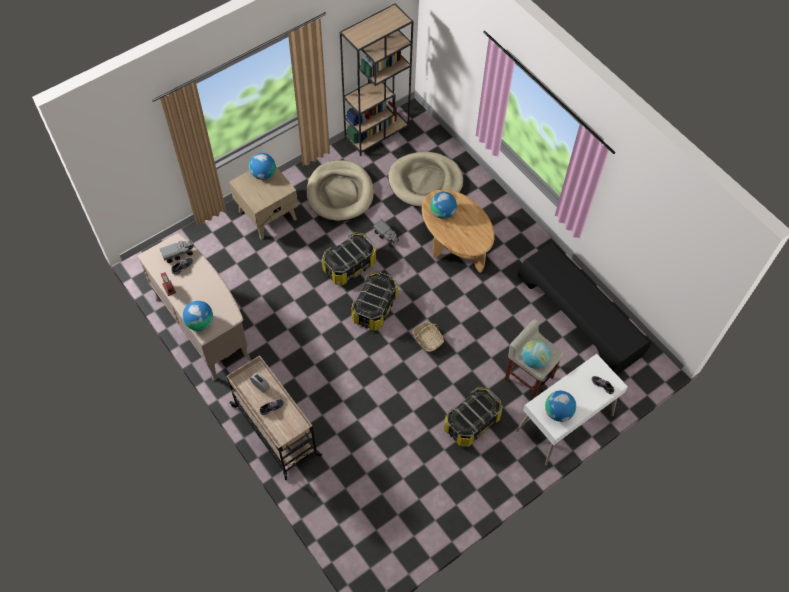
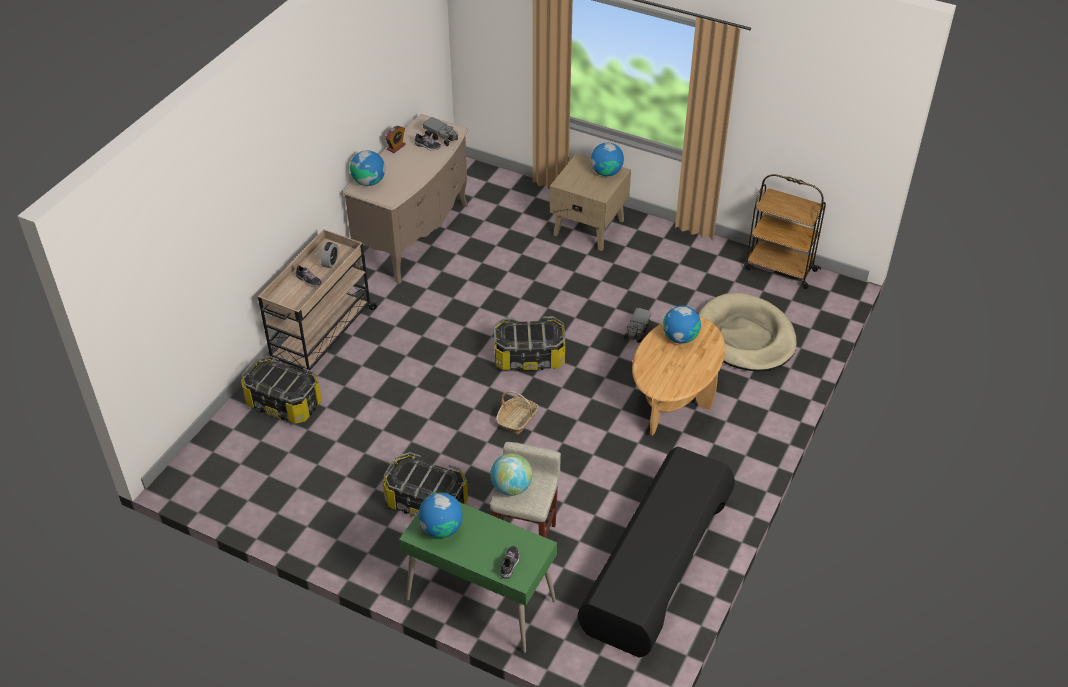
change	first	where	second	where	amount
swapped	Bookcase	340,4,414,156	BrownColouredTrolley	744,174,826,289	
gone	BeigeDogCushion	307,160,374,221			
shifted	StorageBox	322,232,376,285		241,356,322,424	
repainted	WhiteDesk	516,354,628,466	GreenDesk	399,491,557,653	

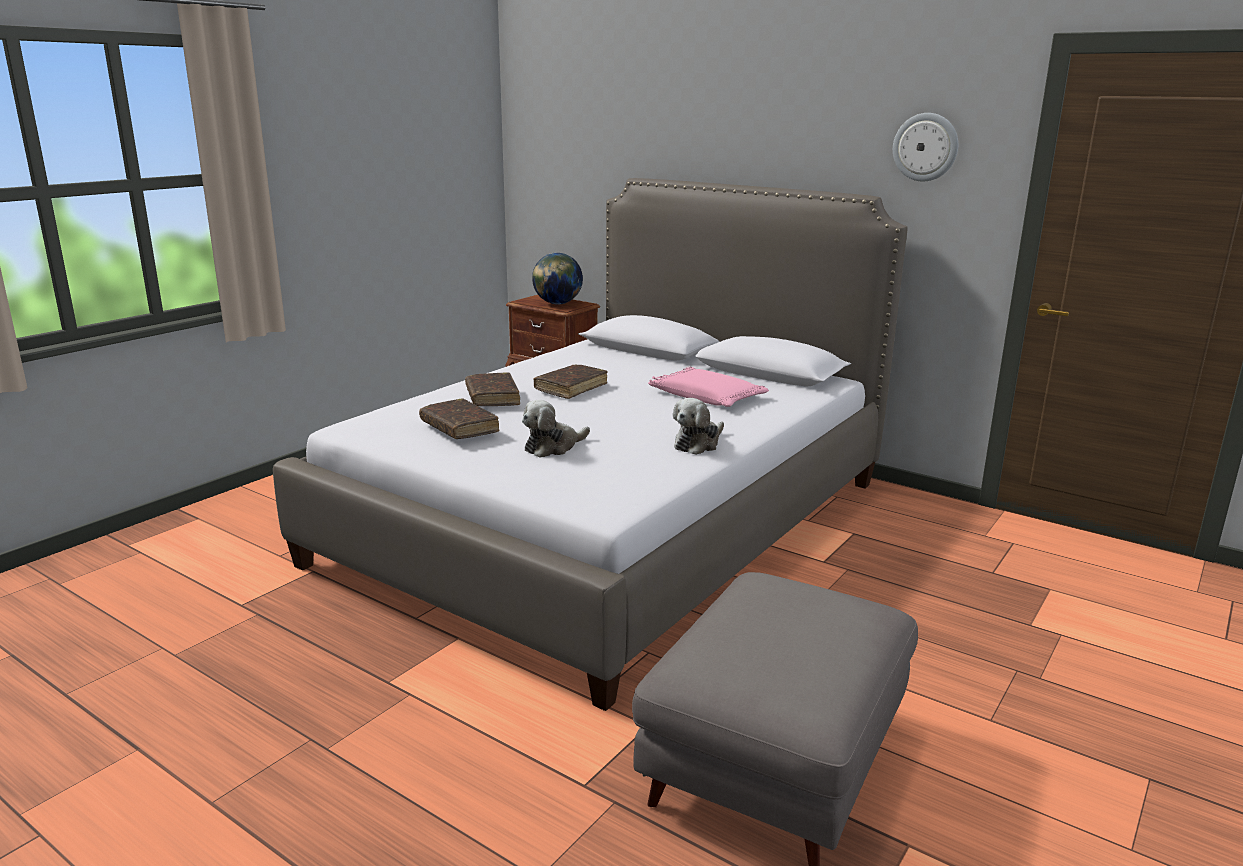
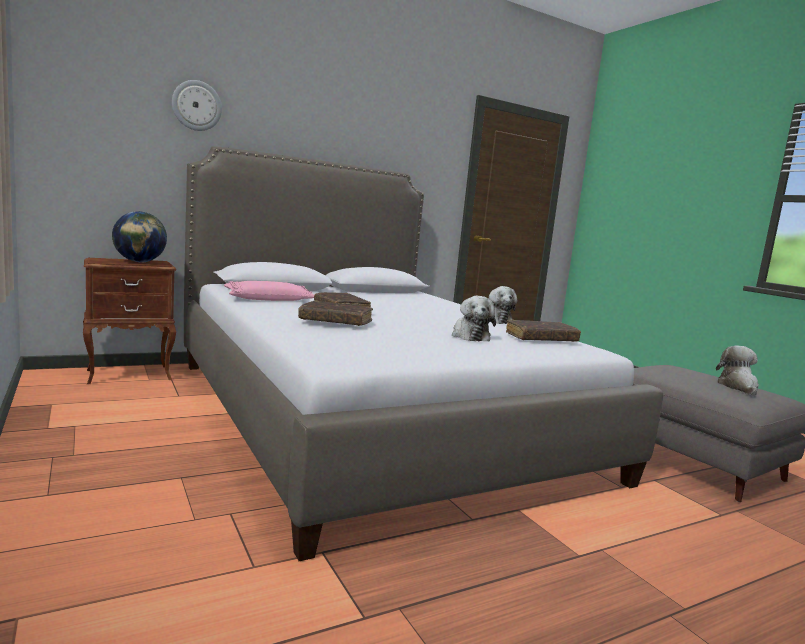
change	first	where	second	where	amount
shifted	HangingClock	893,113,958,181		172,80,222,131	
shifted	PinkPillow	648,367,769,407		224,281,314,301	
shifted	BrownColouredVolume	419,398,499,439		506,319,581,342	
new			SoftToy	716,345,759,396	

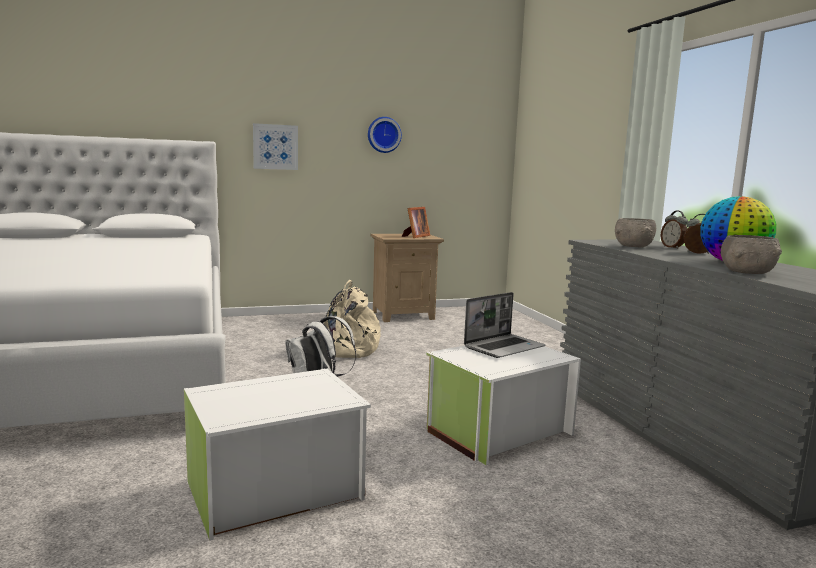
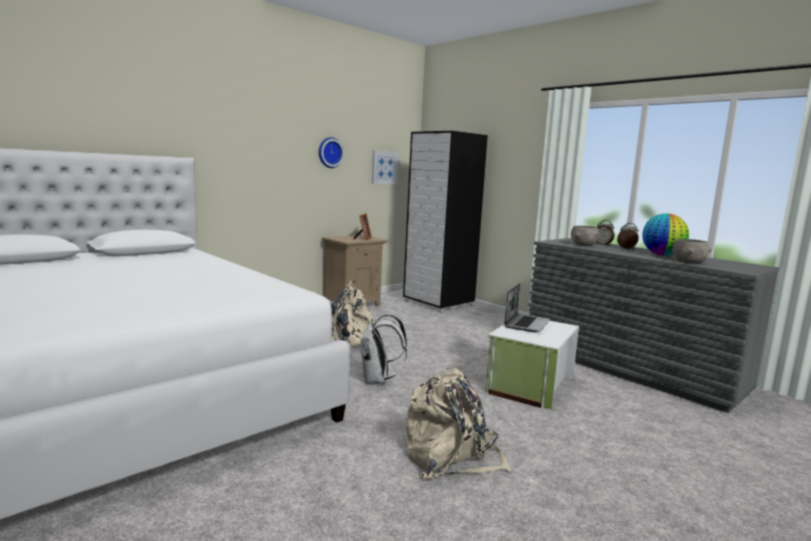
change	first	where	second	where	amount
shifted	Picture	253,123,298,170		372,150,399,184	
swapped	WhiteStorageBox	184,369,371,541	BeigeRucksack	405,367,511,480	
new			Armoire	403,131,488,313	

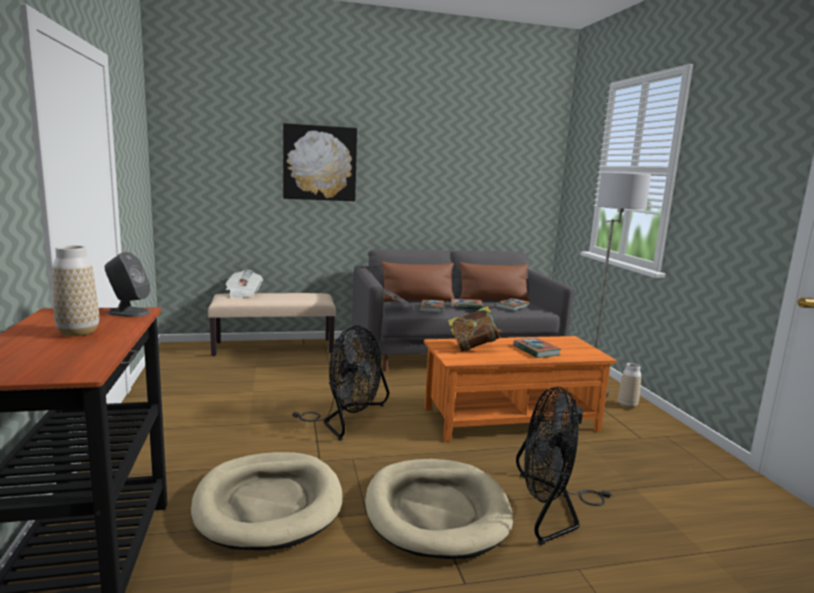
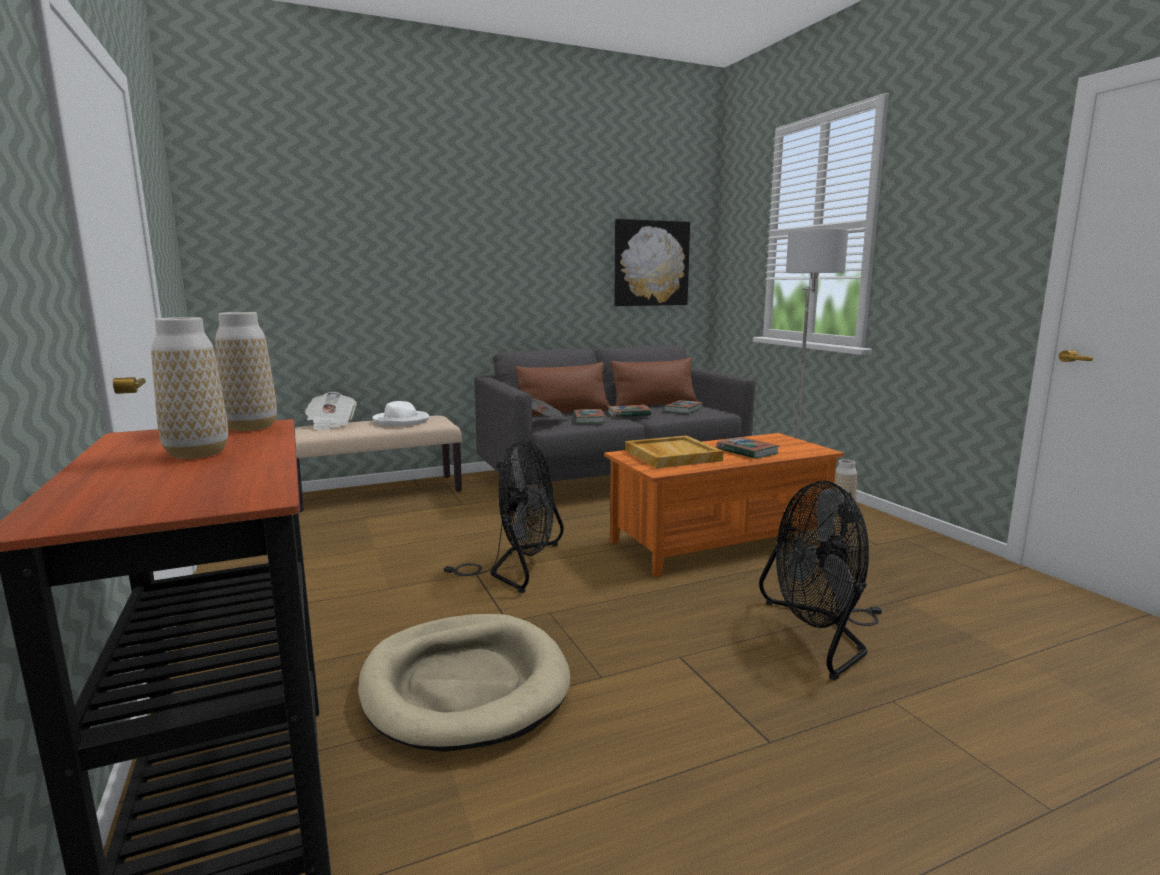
change	first	where	second	where	amount
shifted	Picture	283,123,357,201		614,219,690,306	
swapped	GreyishSpeaker	104,252,151,317	FlowerVase	215,312,277,431	
swapped	Volume	448,306,503,352	BeigeTray	625,435,724,468	
gone	BeigeDogCushion	365,459,513,559			
new			WhiteHat	372,401,429,426	

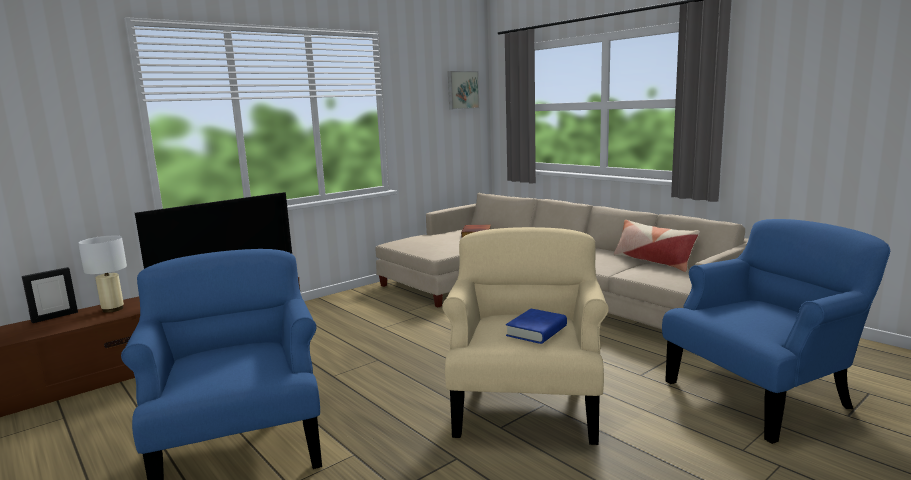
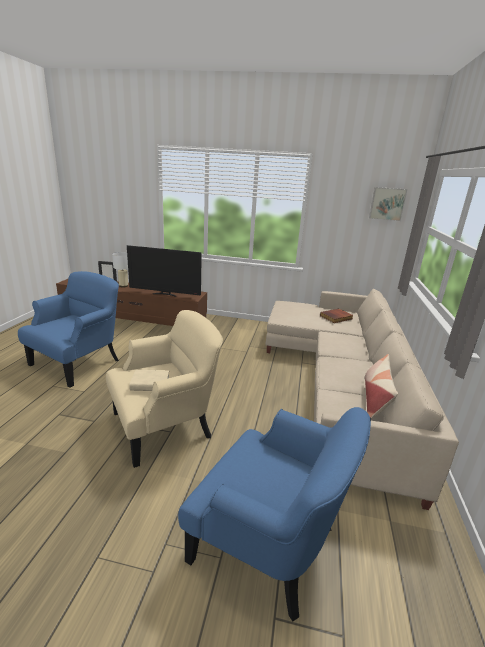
change	first	where	second	where	amount
repainted	BluishVolume	506,309,567,344	BeigeVolume	129,370,170,391	

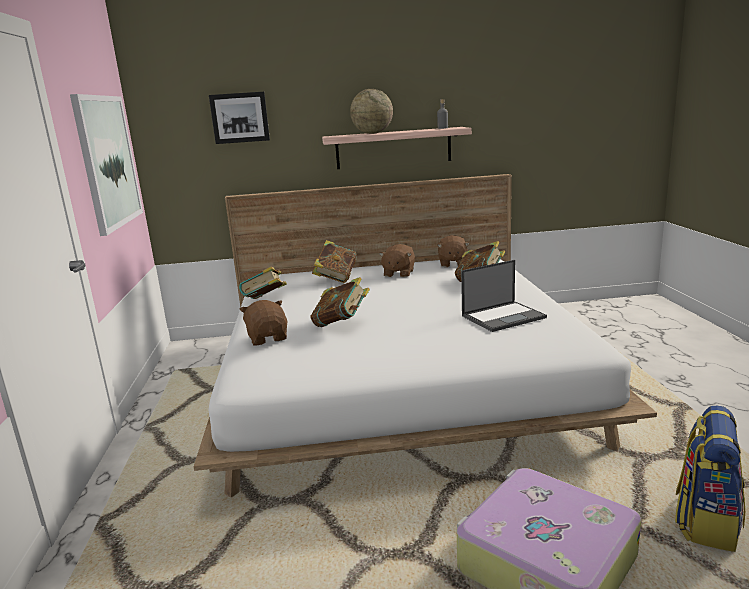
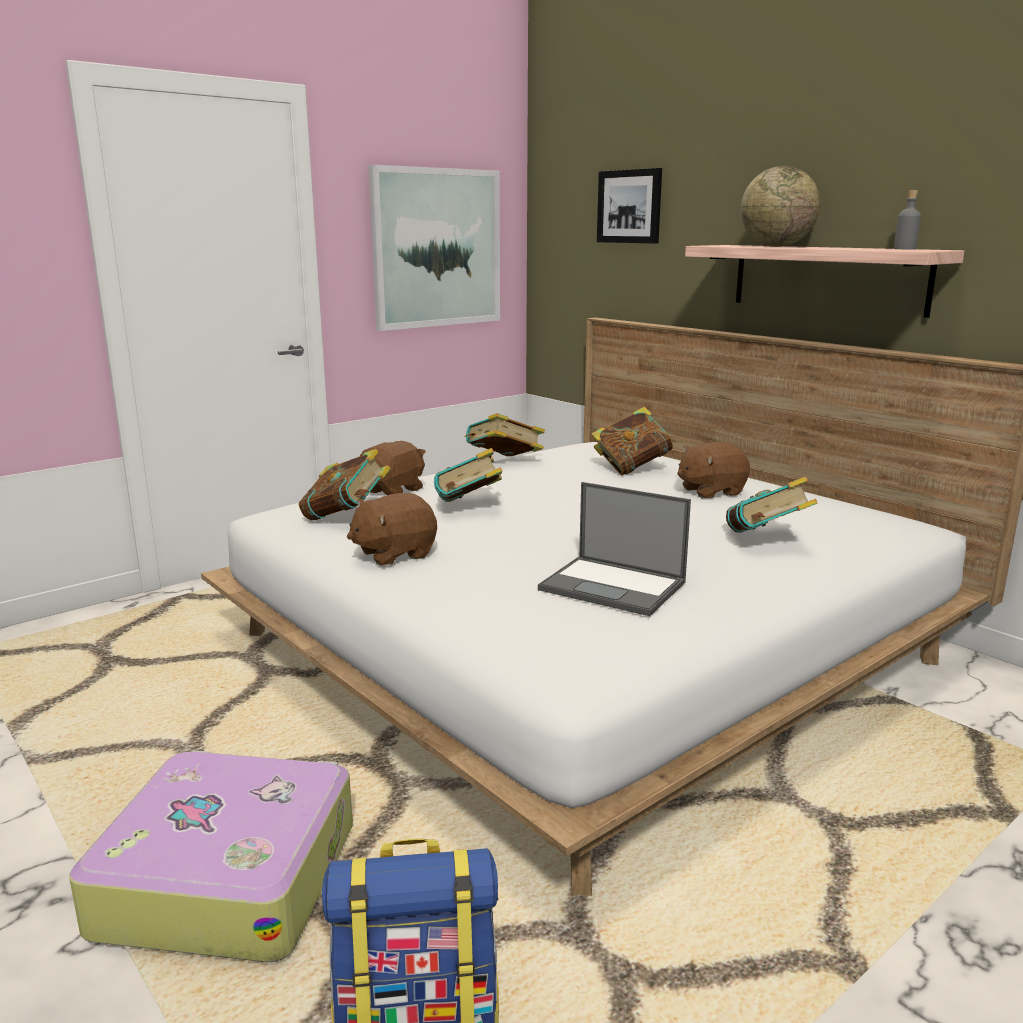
change	first	where	second	where	amount
shifted	BrownColouredSoftToy	437,235,470,267		347,493,437,566	
new			Volume	299,449,391,520	

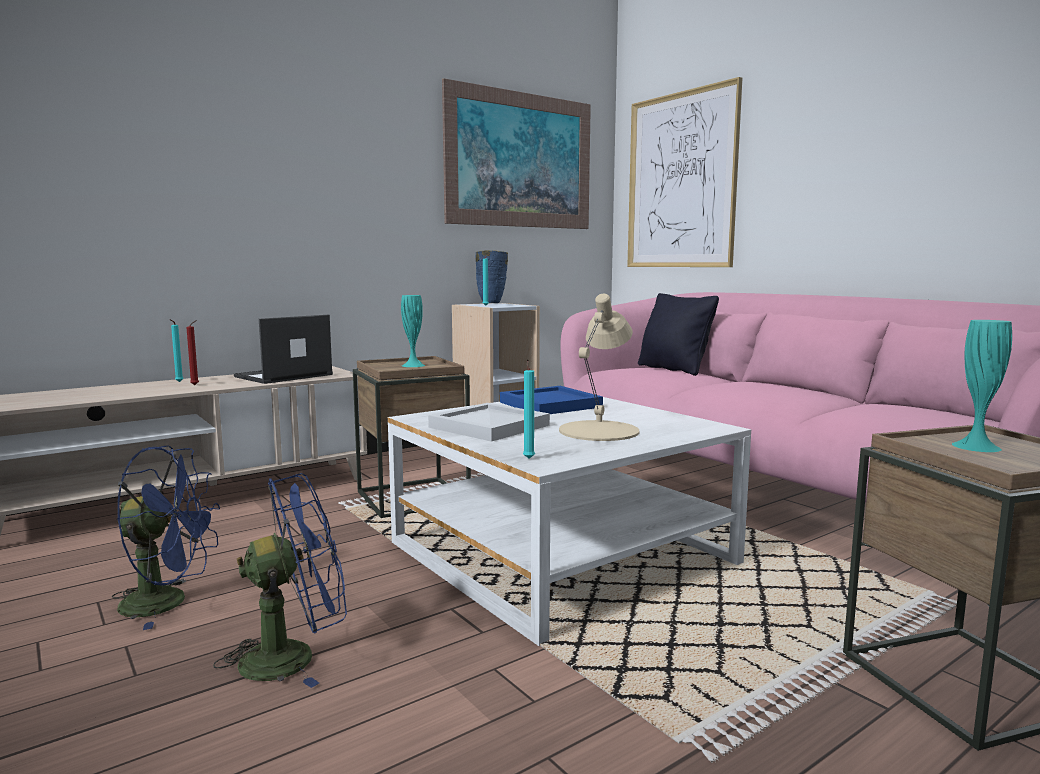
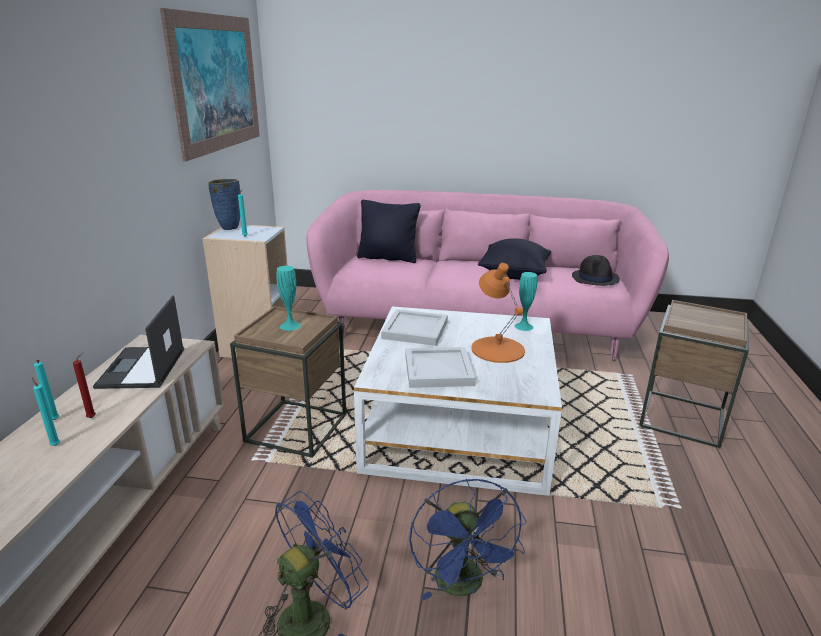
change	first	where	second	where	amount
gone	Picture	627,77,742,267			
repainted	BeigeLampForATable	559,294,639,441	OrangeColouredLampForATable	471,263,525,363	
shifted	TurquoiseColouredFlowerVase	952,320,1012,452		515,272,537,331	
shifted	TurquoiseColouredWaxCandle	523,360,535,459		32,377,60,446	
repainted	BluishTray	500,386,603,414	WhiteTray	381,309,448,346	
rotated	BluishElectricFan	213,473,347,688		409,479,526,600	150 degrees clockwise
new			BlackColouredPillow	478,238,551,280	
new			BlackColouredHat	572,255,620,286	

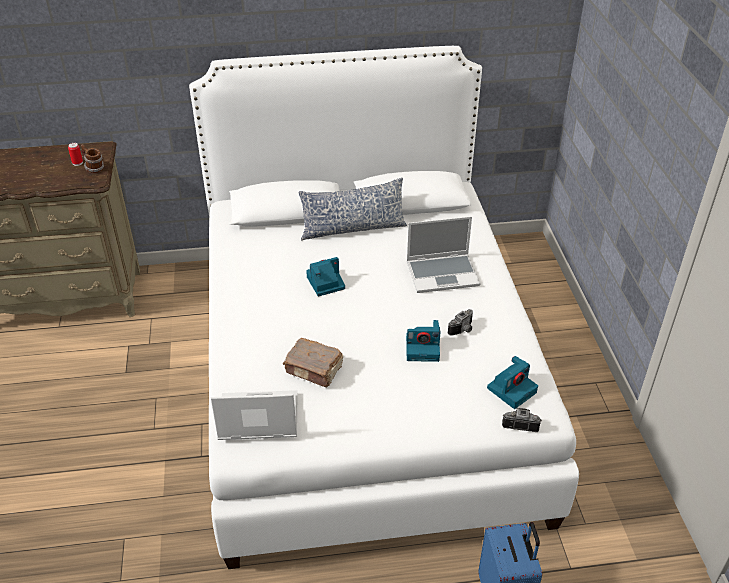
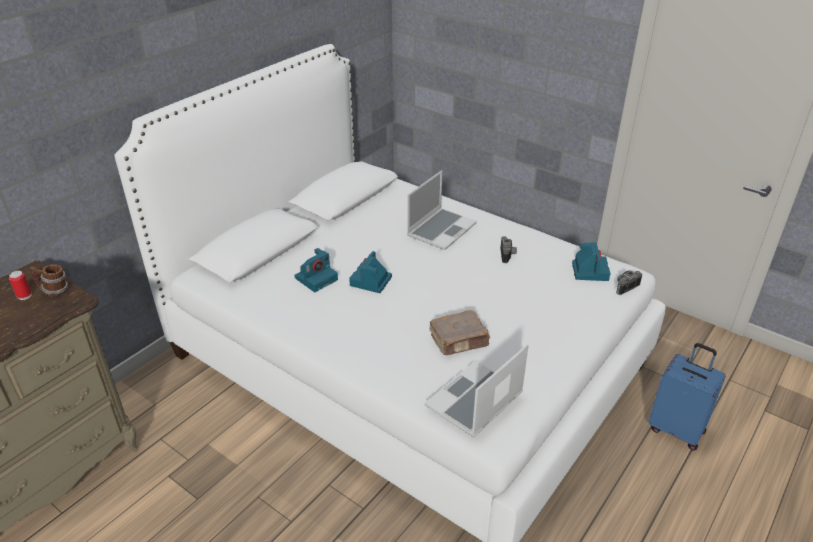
change	first	where	second	where	amount
gone	Pillow	299,178,407,241			
shifted	PhotoCamera	406,320,440,362		295,248,338,292	

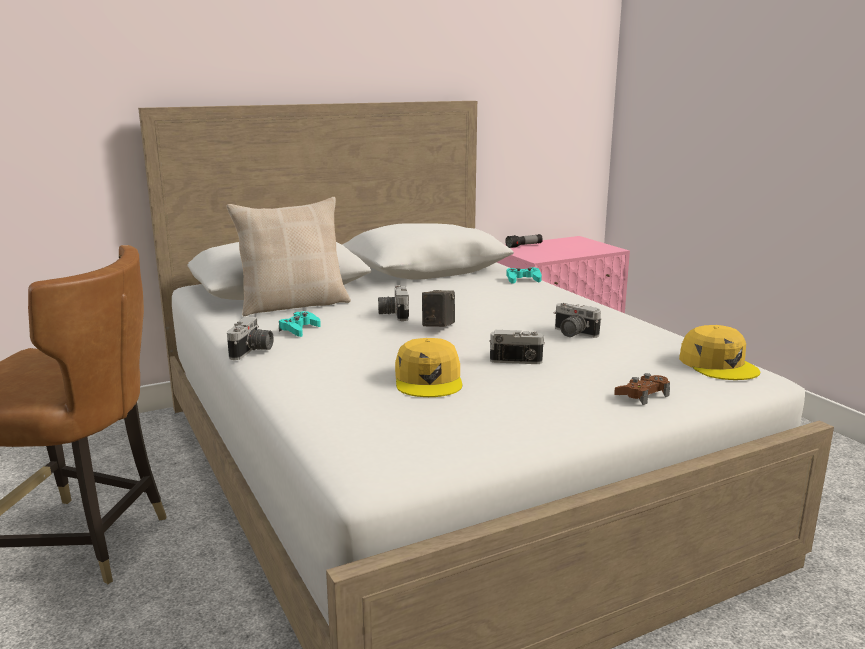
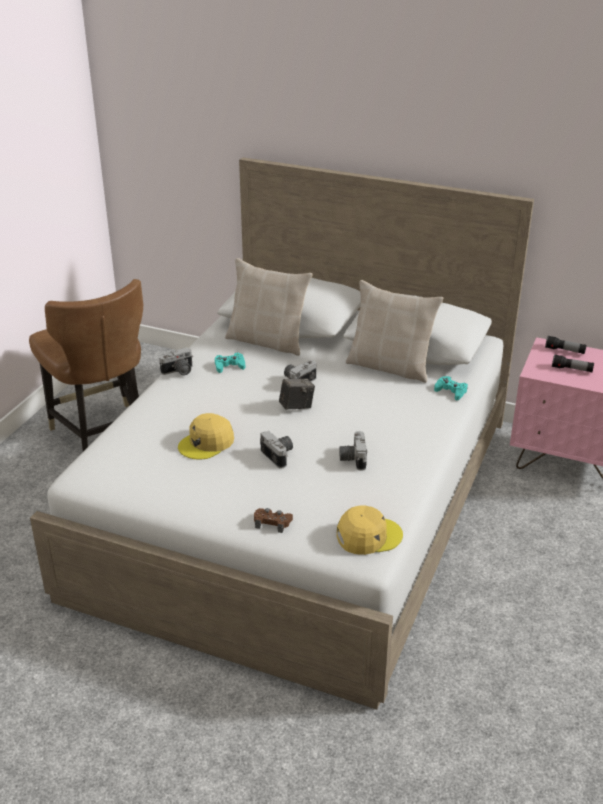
change	first	where	second	where	amount
rotated	YellowPeakedCap	679,325,760,380		337,506,403,555	135 degrees counterclockwise
new			BeigePillow	346,280,443,383	
new			Torch	552,354,594,372	

